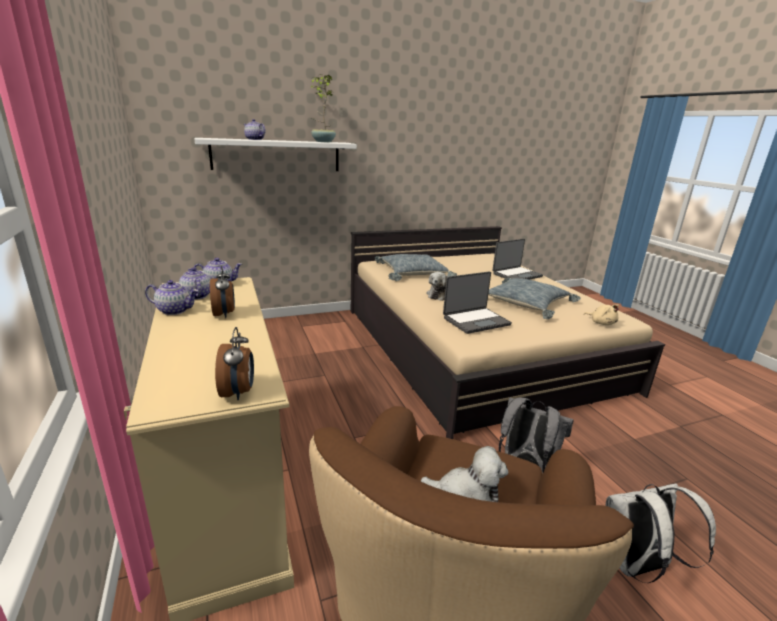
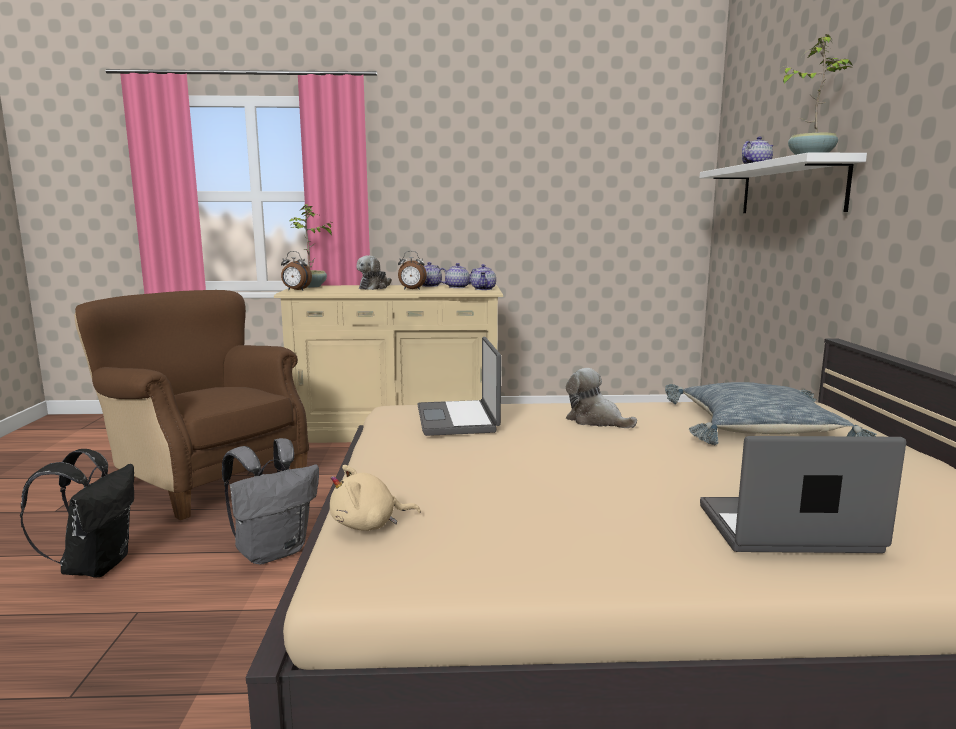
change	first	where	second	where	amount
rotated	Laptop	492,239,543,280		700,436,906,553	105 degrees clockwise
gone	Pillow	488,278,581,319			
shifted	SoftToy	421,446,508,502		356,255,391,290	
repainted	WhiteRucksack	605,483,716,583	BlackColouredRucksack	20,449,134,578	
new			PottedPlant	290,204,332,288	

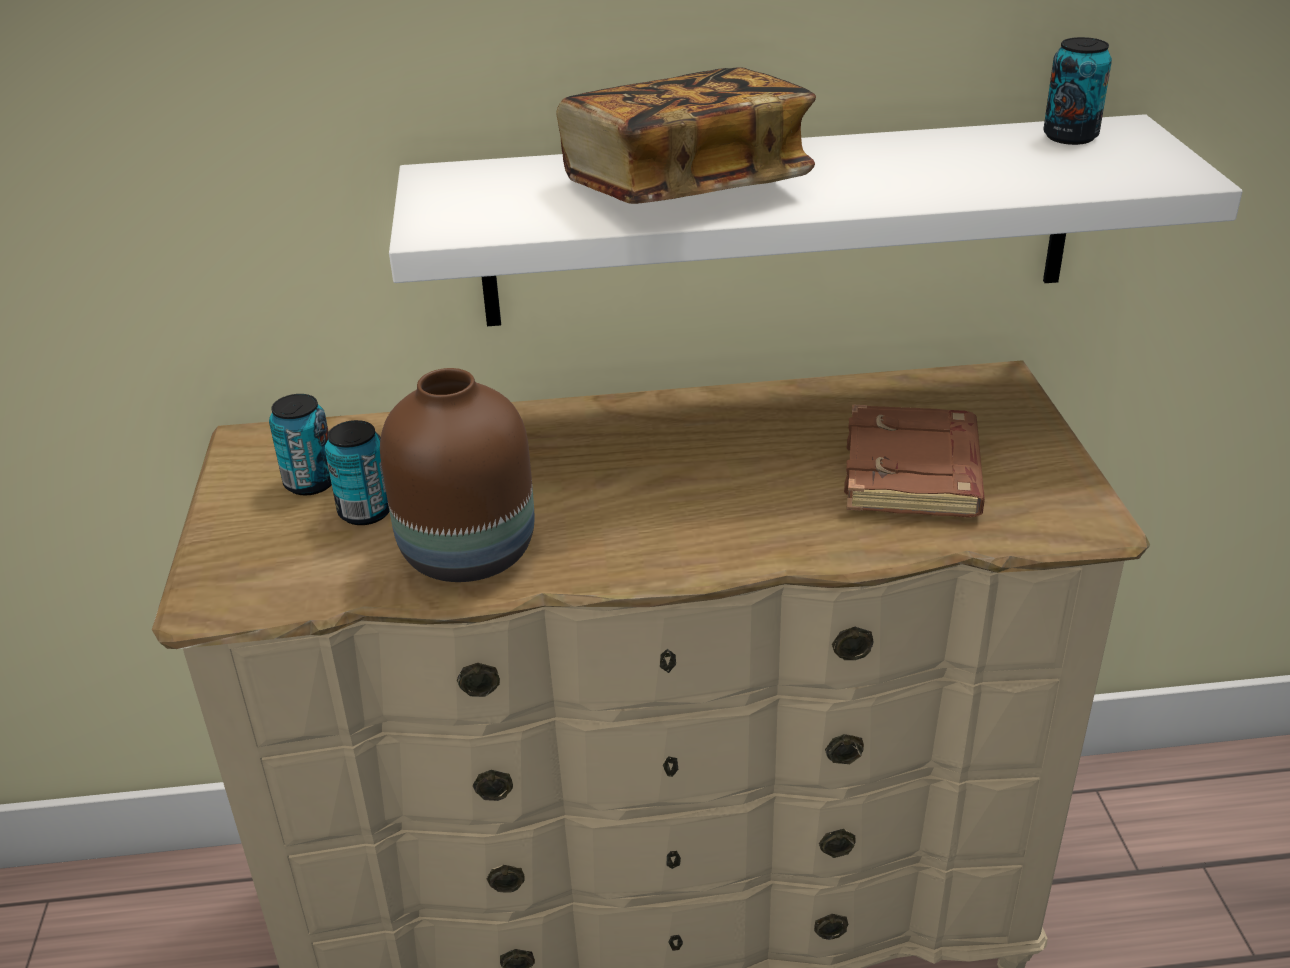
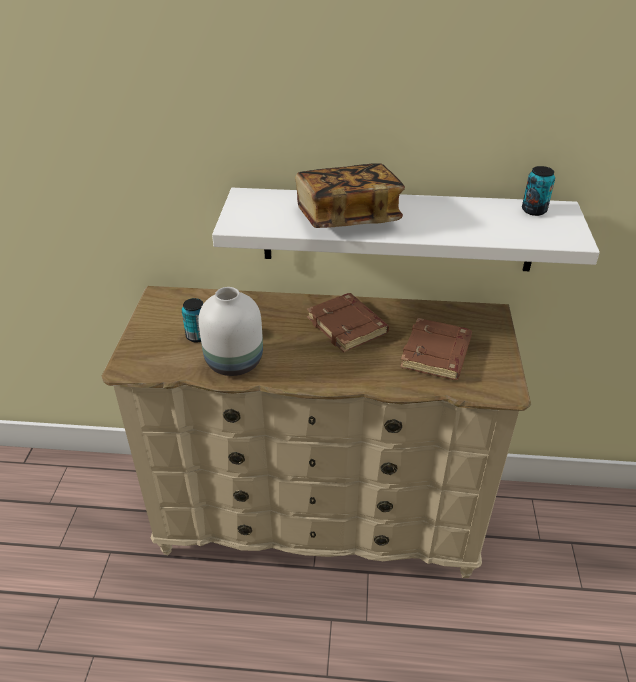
change	first	where	second	where	amount
repainted	BrownColouredFlowerVase	380,368,535,582	WhiteFlowerVase	198,287,263,376	
gone	MetalCan	269,394,332,495			
new			BrownColouredVolume	307,293,389,352	

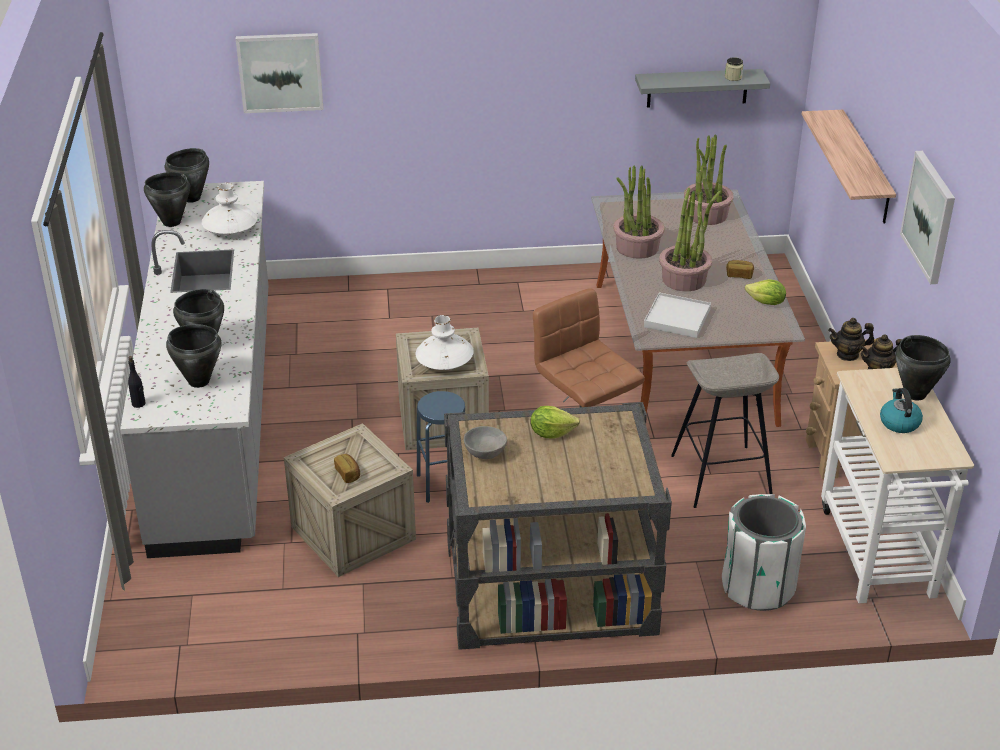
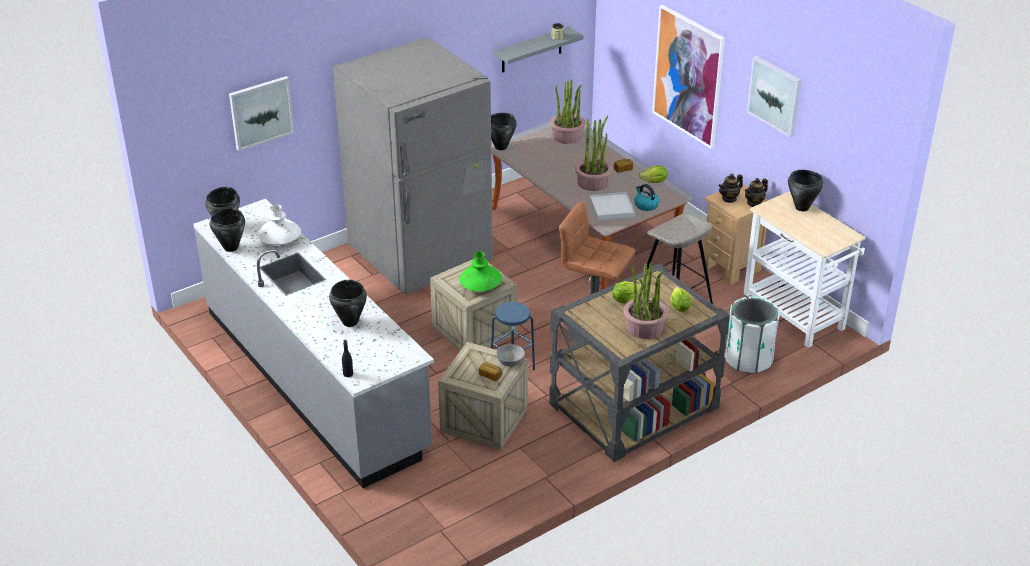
change	first	where	second	where	amount
swapped	Shelf	802,110,896,223	Picture	652,5,725,149	
shifted	PottedPlant	613,165,665,259		623,262,668,339	
repainted	WhiteFlowerVase	416,315,474,370	GreenFlowerVase	459,251,502,292	
shifted	BlackColouredStockpot	166,324,222,388		491,113,517,150	
shifted	TeaKettle	880,388,923,433		634,184,659,211	
shifted	GreyishServingBowl	464,426,507,459		496,344,525,367	
new			GreyishKitchenFridge	333,37,493,295	
new			Lettuce	671,287,691,312	

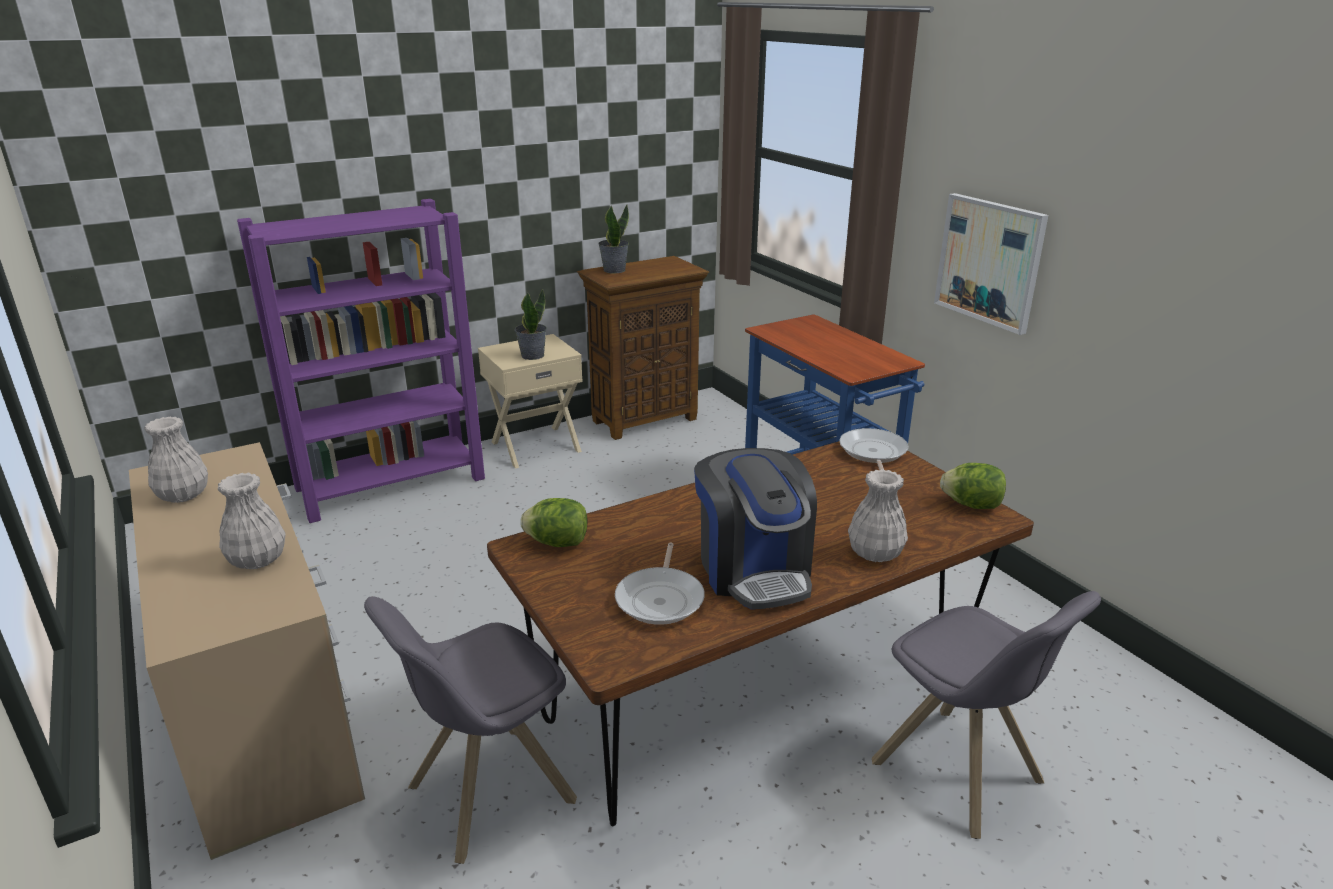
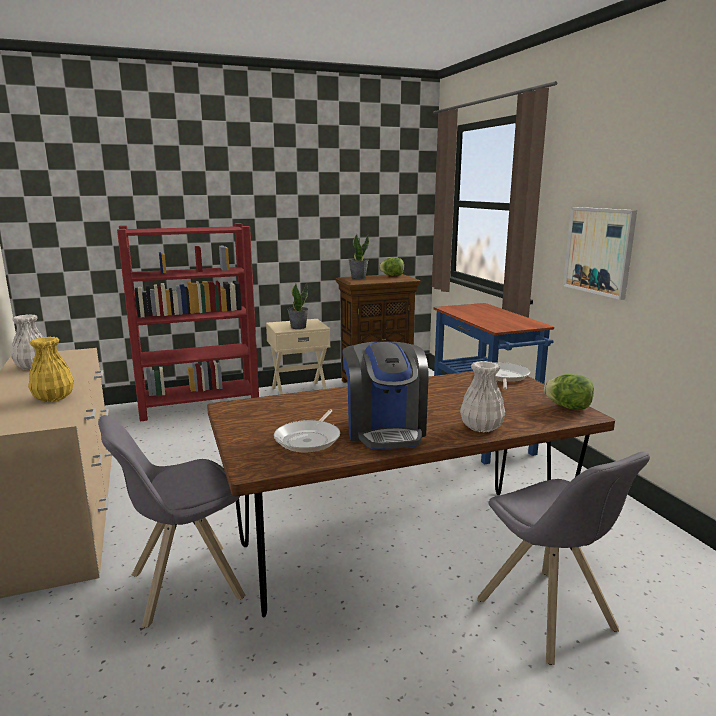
change	first	where	second	where	amount
repainted	PurpleColouredBookcase	237,199,485,523	RedColouredBookcase	117,223,259,421	
repainted	WhiteFlowerVase	218,473,286,569	YellowFlowerVase	28,337,74,402	
shifted	Lettuce	520,498,587,547		379,257,404,276	

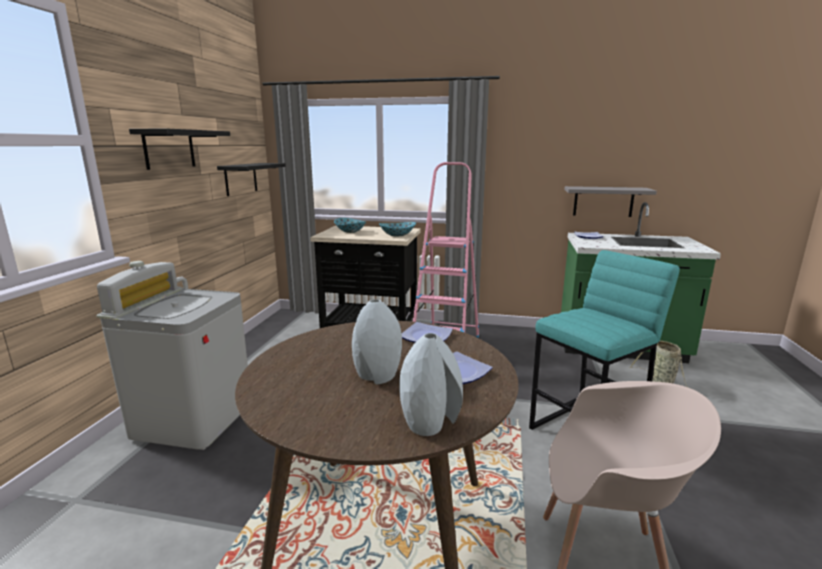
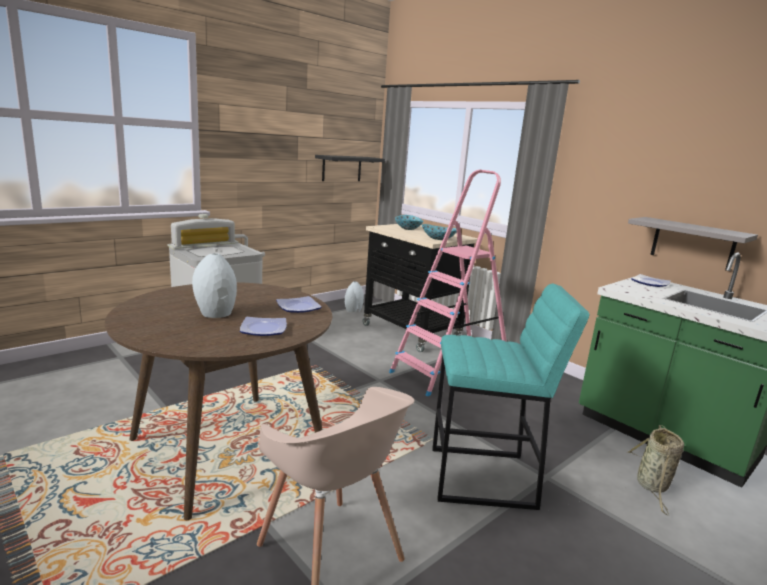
change	first	where	second	where	amount
gone	BlackColouredShelf	129,128,230,170			
shifted	GreyishFlowerVase	399,333,463,436		345,281,364,312	

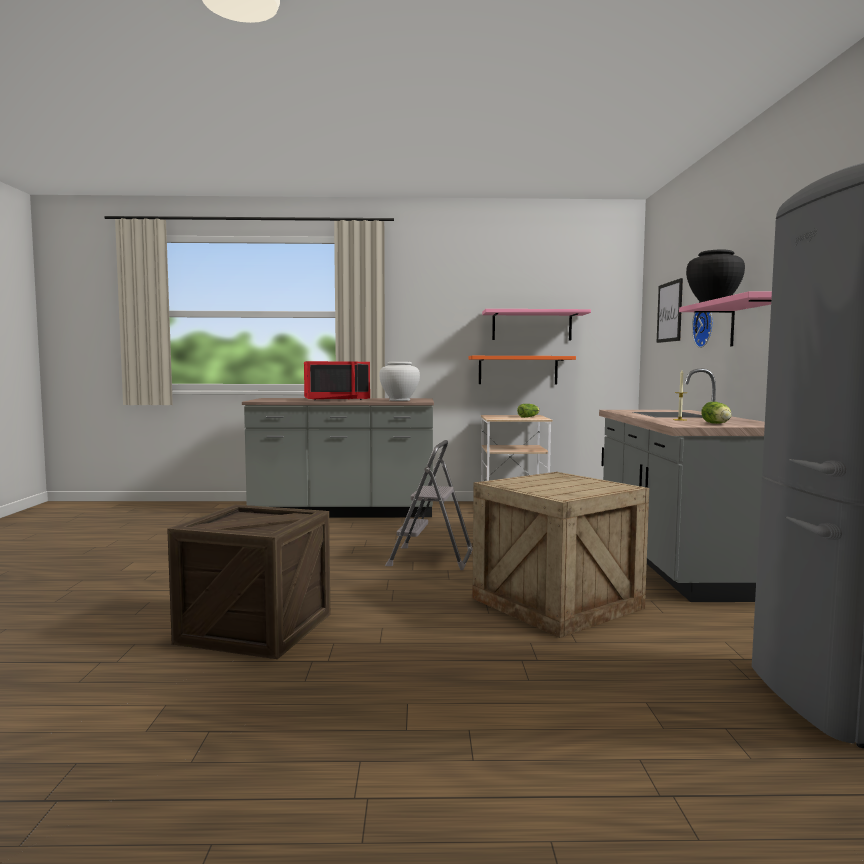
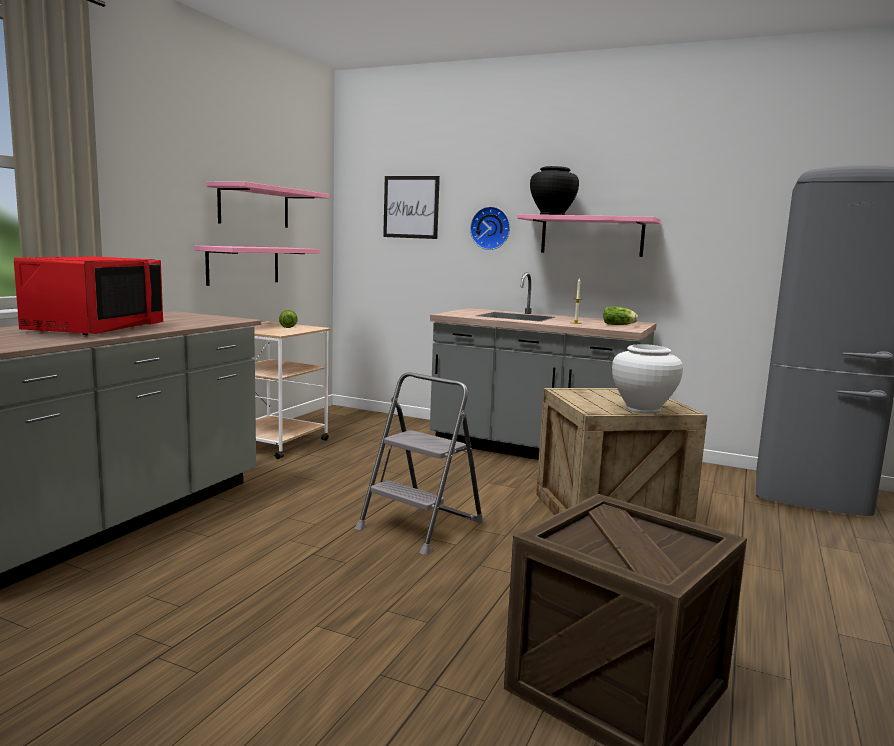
change	first	where	second	where	amount
repainted	OrangeColouredShelf	469,356,576,384	PinkShelf	194,246,320,286	
shifted	WhiteFlowerVase	379,362,420,401		612,344,683,413	

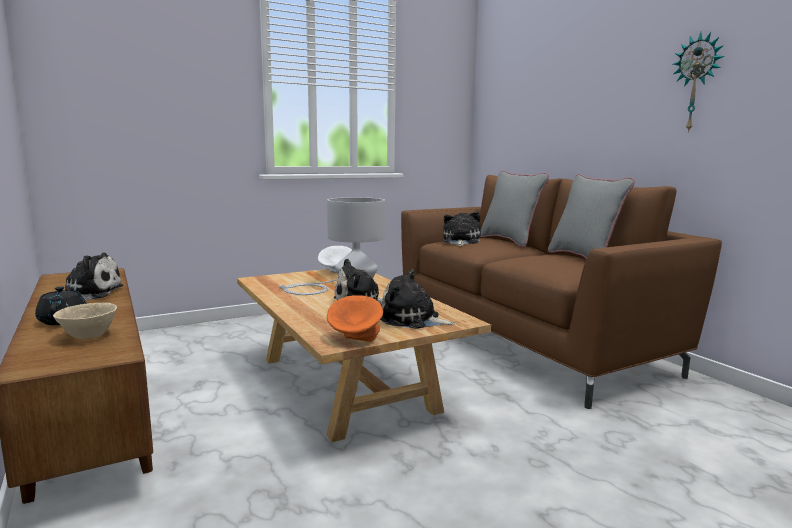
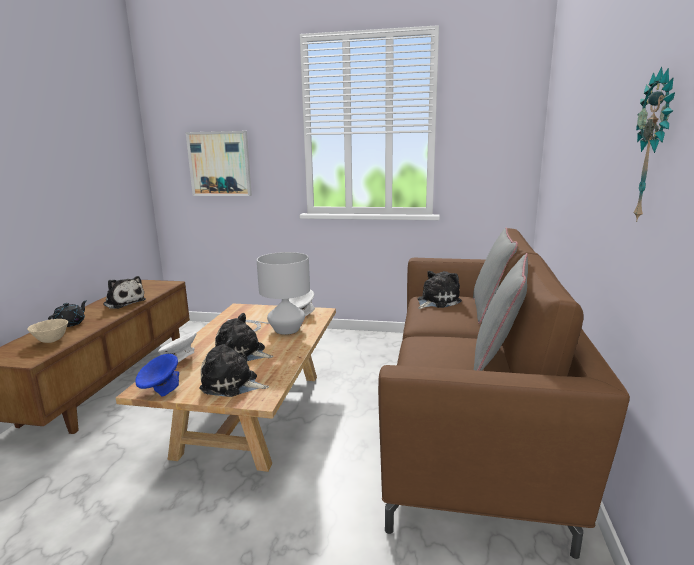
change	first	where	second	where	amount
rotated	SoftToy	380,269,456,329		199,337,269,397	45 degrees counterclockwise
repainted	OrangeColouredServingBowl	326,295,383,342	BluishServingBowl	135,354,179,396	
new			Picture	186,131,252,196	
new			WhiteServingBowl	158,332,197,362	

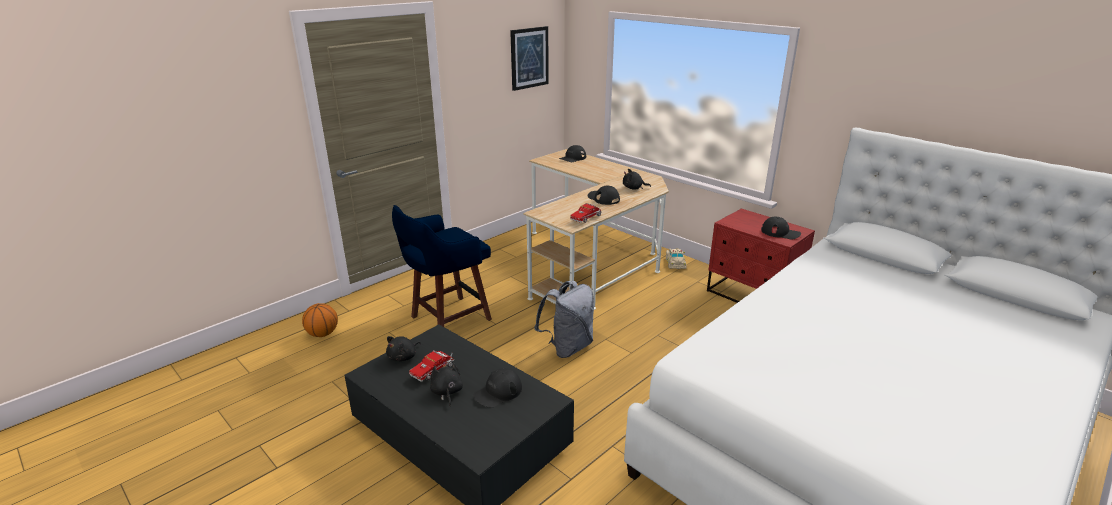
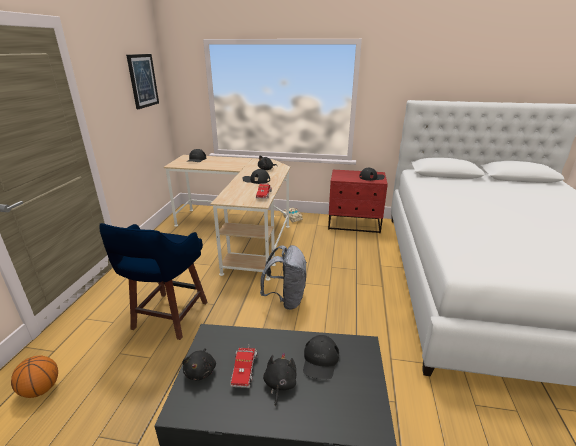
change	first	where	second	where	amount
rotated	BlackColouredSoftToy	430,362,463,407		263,353,296,407	60 degrees clockwise

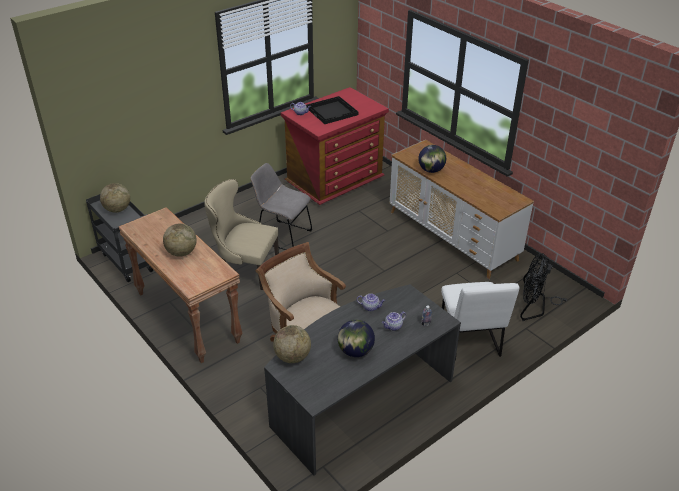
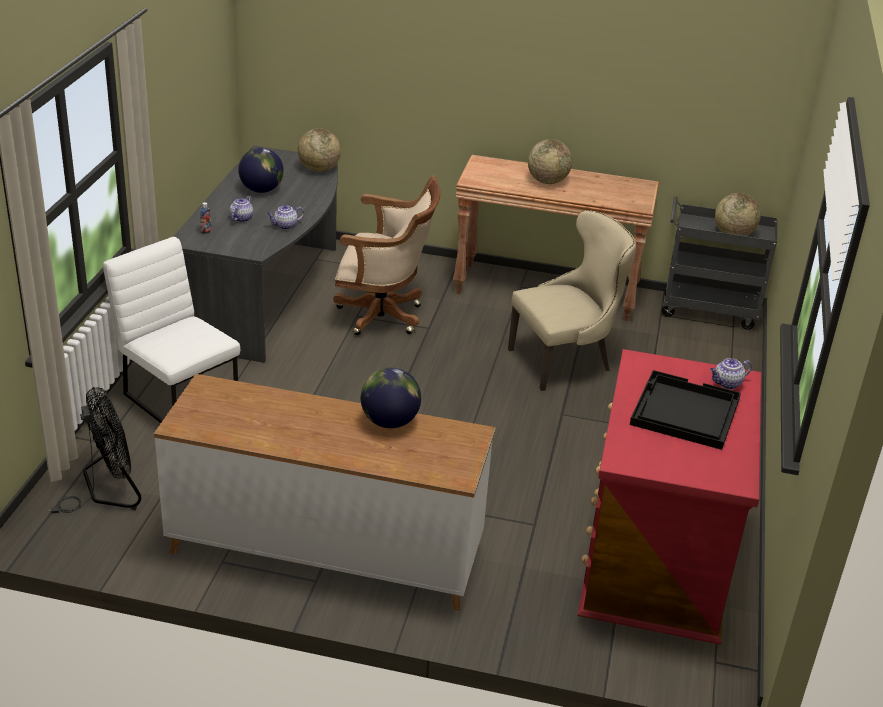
change	first	where	second	where	amount
gone	GreyishPlainChair	250,163,312,250			

